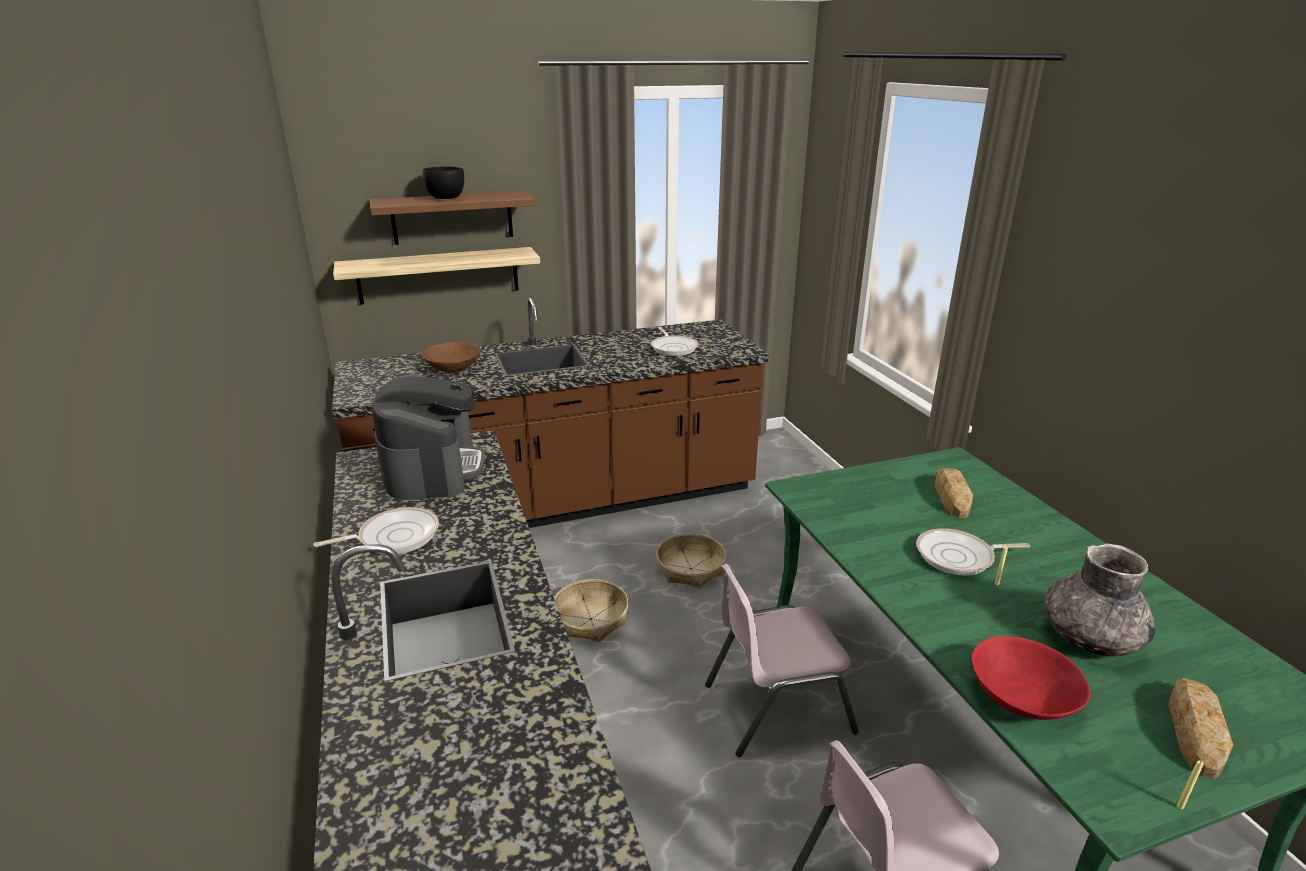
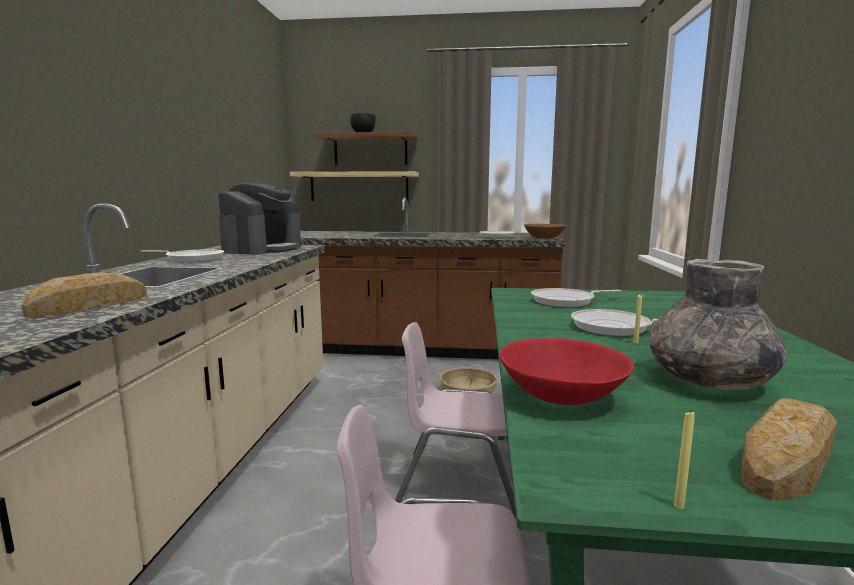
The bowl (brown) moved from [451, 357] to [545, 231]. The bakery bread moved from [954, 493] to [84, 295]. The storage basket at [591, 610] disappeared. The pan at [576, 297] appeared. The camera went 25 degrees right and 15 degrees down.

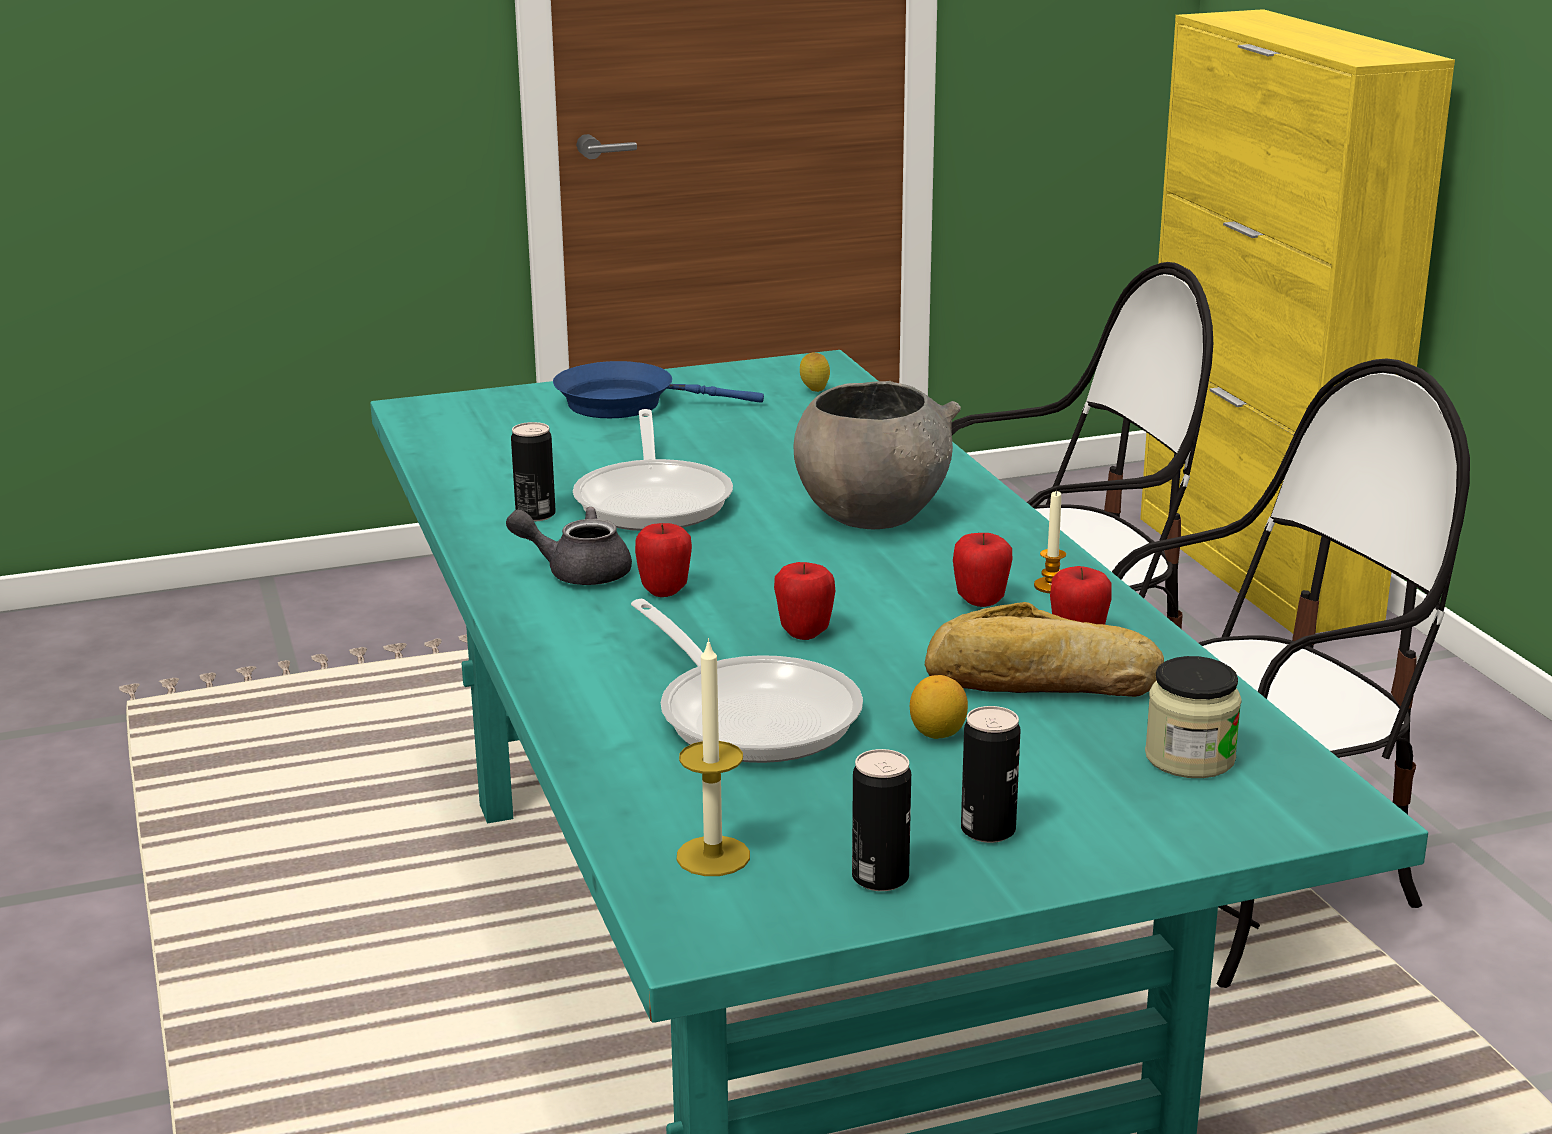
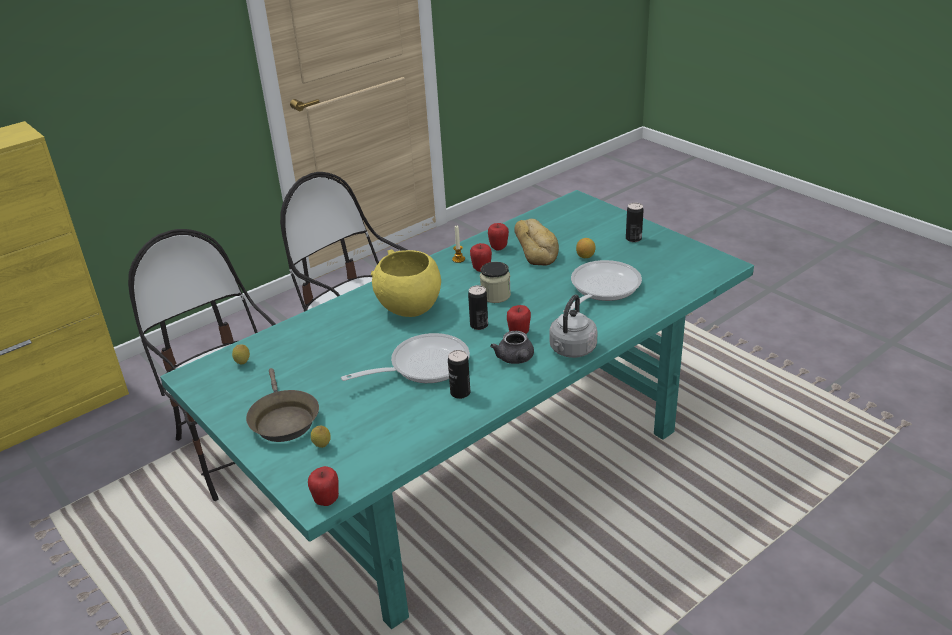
The pan (bluish) at [658, 389] became the pan (brown) at [282, 405]. The bowl (grey) at [877, 455] became the bowl (yellow) at [406, 283]. The whole apple moved from [805, 601] to [323, 486]. The wax candle at [713, 757] disappeared. The preserve jar moved from [1193, 717] to [495, 282]. The sealed can moved from [881, 820] to [478, 307]. The tea kettle (grey) at [573, 326] appeared. The whole lemon at [321, 436] appeared. The camera went 110 degrees left and 10 degrees up.

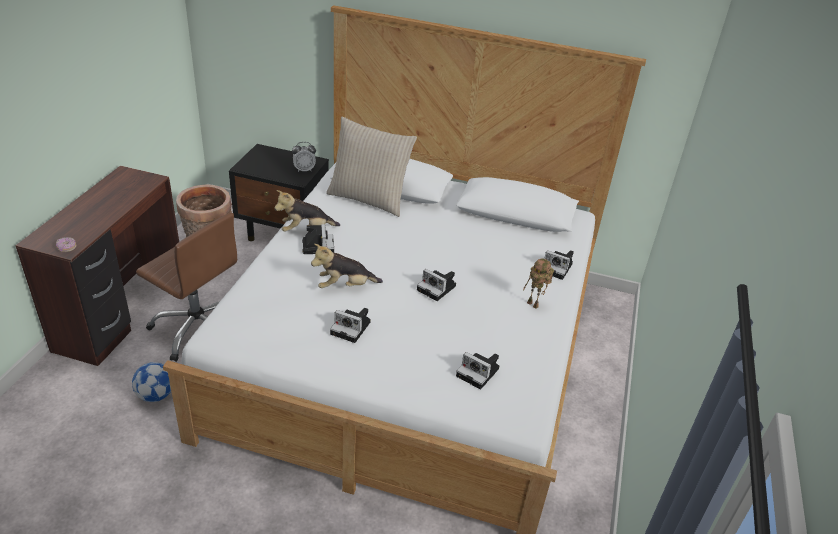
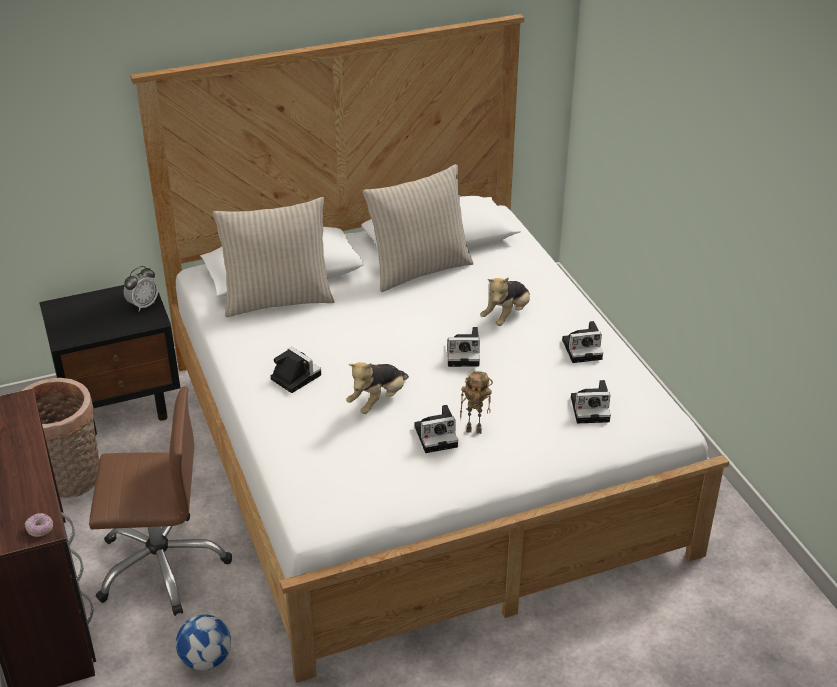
The plush toy moved from [307, 211] to [505, 301]. The still camera moved from [559, 265] to [582, 342]. The robot figure moved from [538, 284] to [476, 402]. The pillow (beige-coloured) at [418, 228] appeared. The camera went 35 degrees left and 0 degrees up.

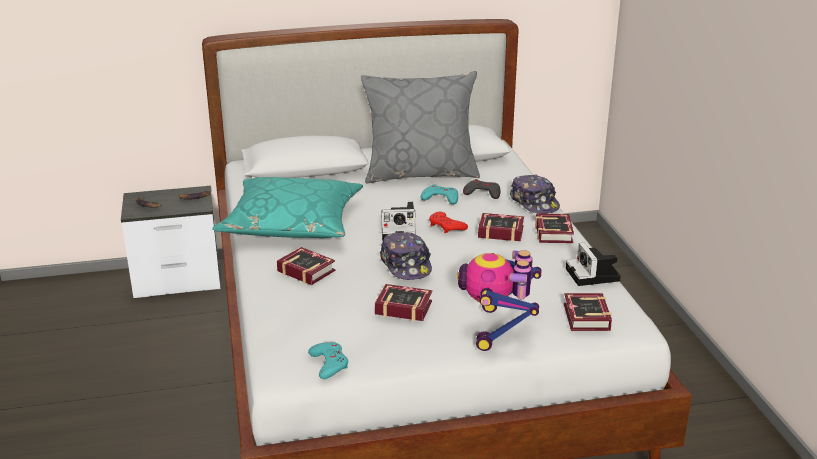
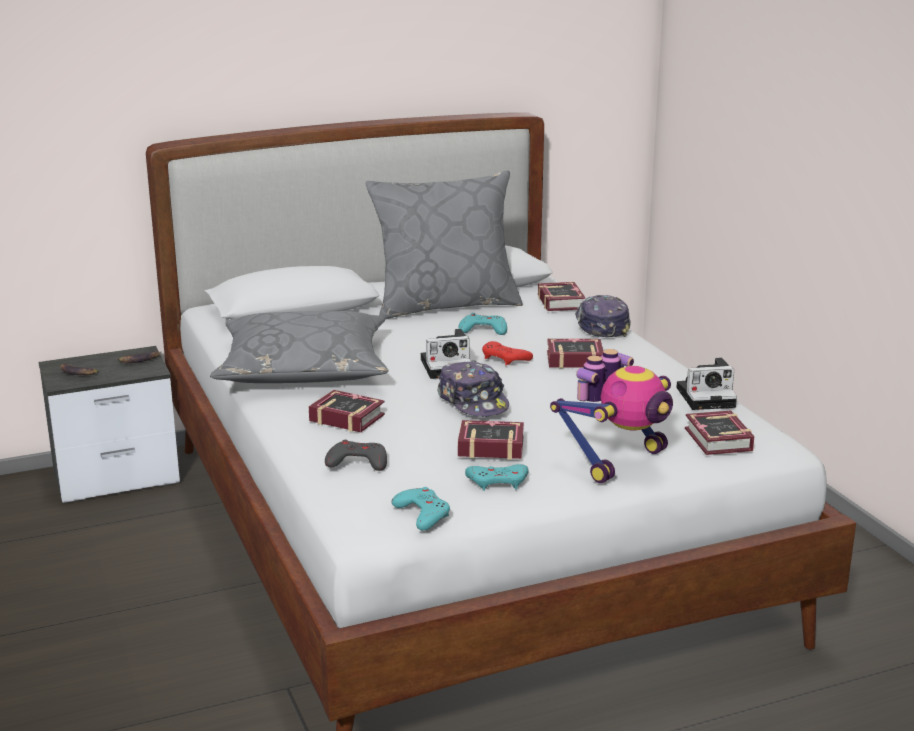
The peaked cap at [535, 194] turned 150 degrees counterclockwise. The pillow (turquoise-coloured) at [287, 207] became the pillow (grey) at [299, 347]. The game controller (grey) moved from [481, 189] to [356, 455]. The bound book moved from [554, 228] to [561, 296]. The still camera at [593, 264] turned 75 degrees counterclockwise. The robot figure at [499, 300] turned 135 degrees counterclockwise. The game controller (turquoise-coloured) at [496, 477] appeared. The camera went 10 degrees left and 5 degrees down.

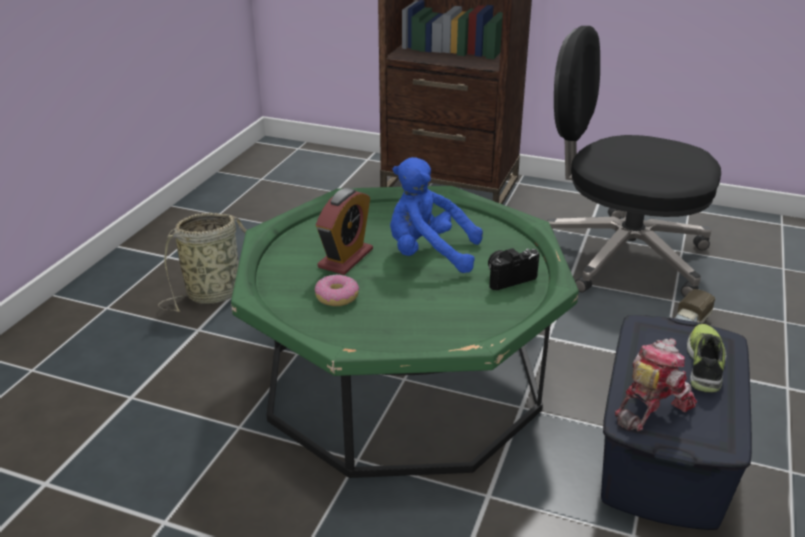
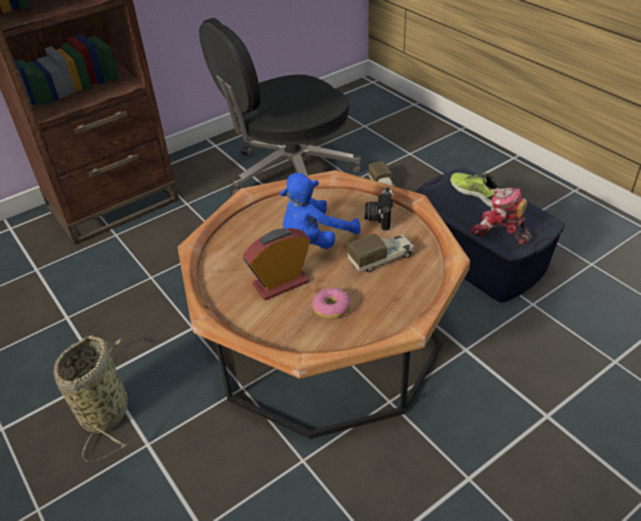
The lounge table (green-coloured) at [405, 332] became the lounge table (brown) at [324, 304]. The table clock at [344, 231] turned 90 degrees counterclockwise. The robot figure at [656, 384] turned 45 degrees counterclockwise. The toy lorry at [381, 253] appeared. The camera went 55 degrees left and 10 degrees up.

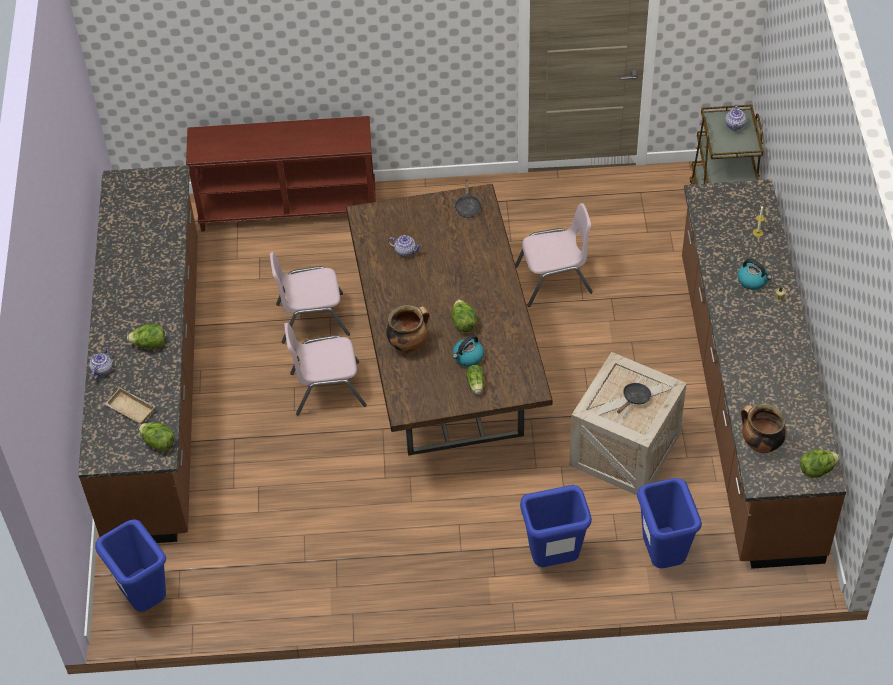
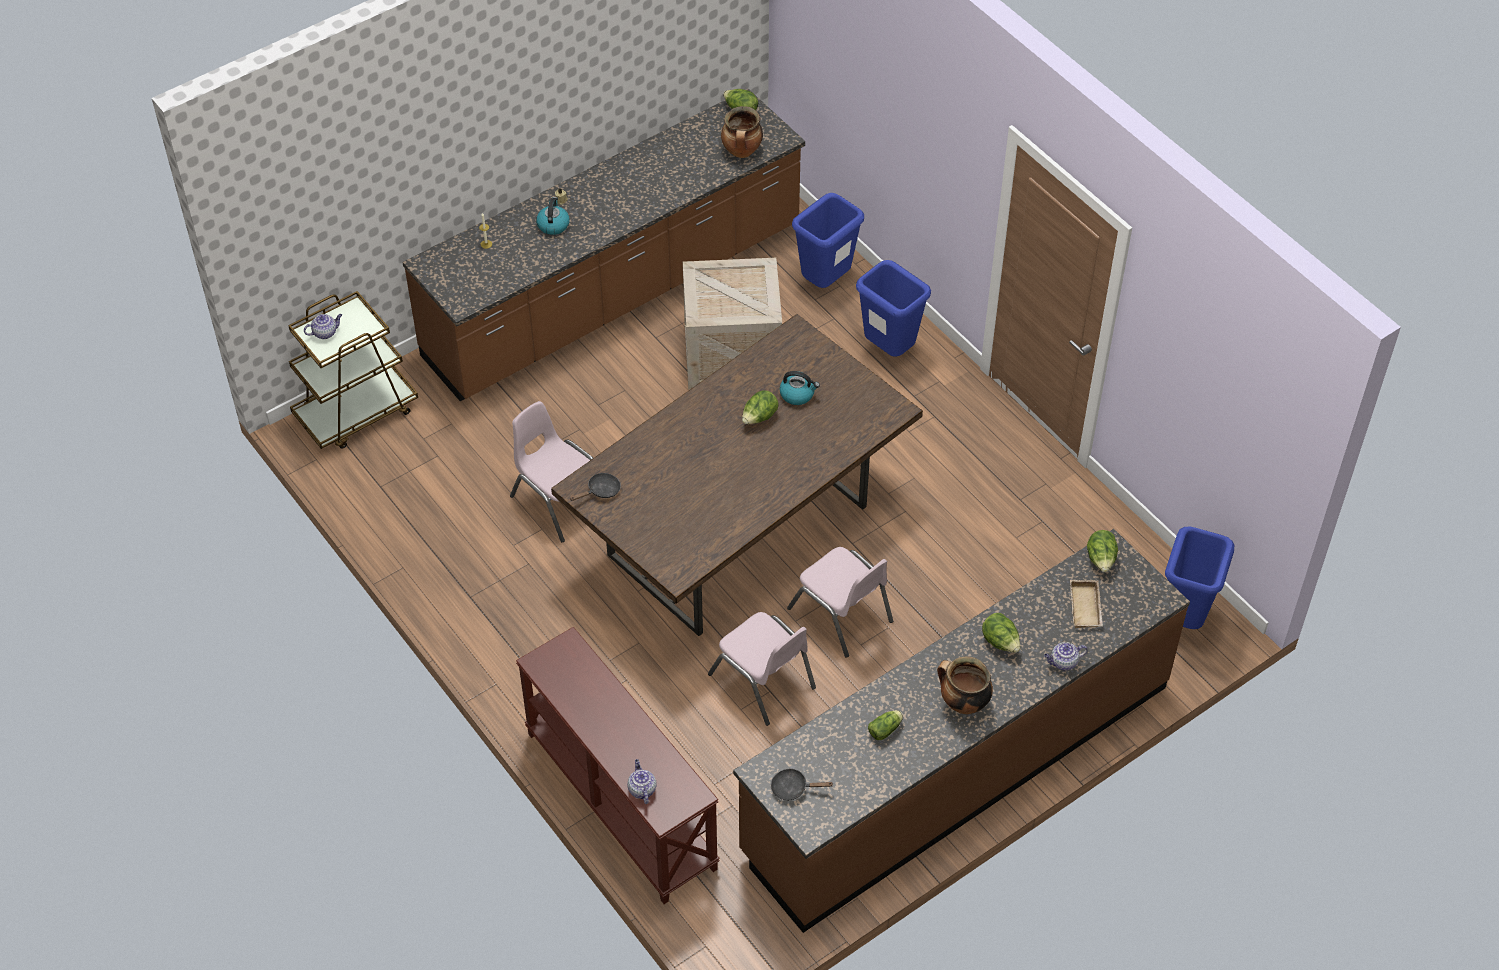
The teapot moved from [405, 246] to [642, 781]. The saucepot moved from [408, 329] to [965, 685]. The lettuce head moved from [475, 379] to [885, 725]. The pan (black-coloured) moved from [634, 398] to [802, 784]. The camera went 125 degrees left and 0 degrees up.

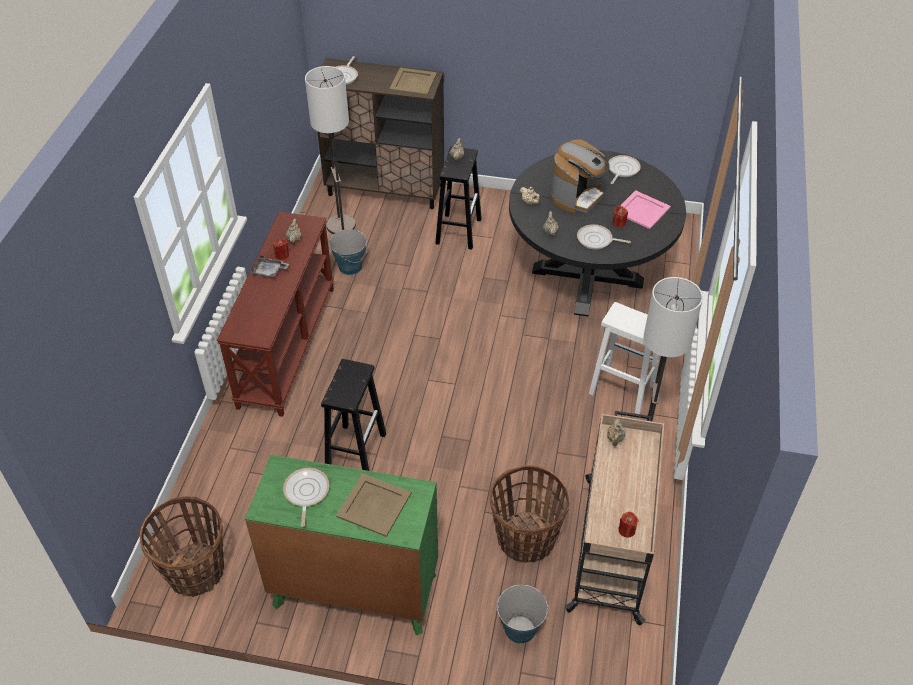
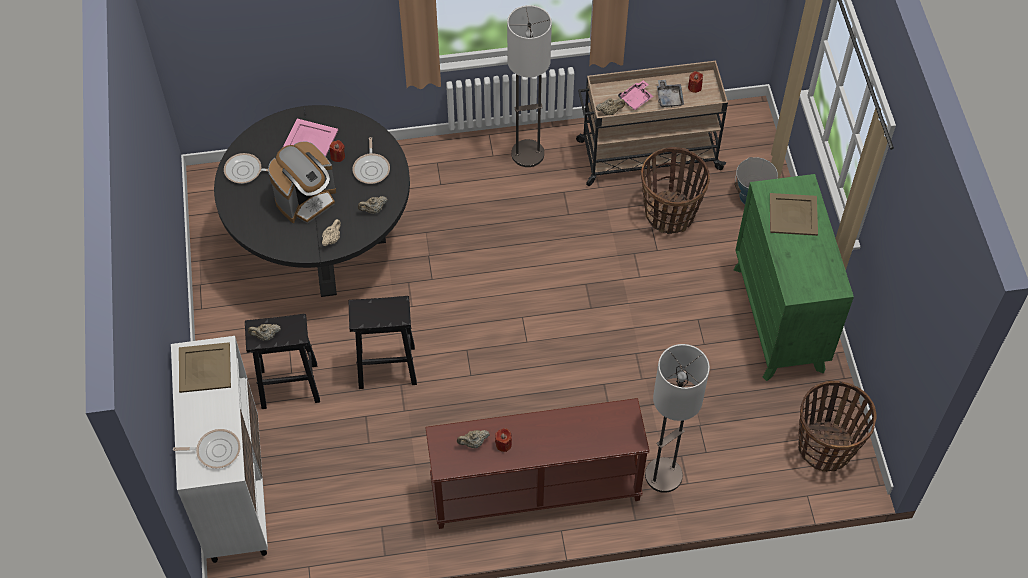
The cabinet (brown) at [380, 133] became the cabinet (whitish) at [219, 449]. The floor lamp moved from [330, 150] to [677, 418]. The coffee maker at [580, 177] turned 120 degrees clockwise. The pail at [348, 252] disappeared. The tray (grey) moved from [269, 266] to [670, 94]. The stool (whitish) at [624, 358] disappeared. The stool (black-coloured) moved from [353, 415] to [383, 342]. The pan at [306, 497] disappeared. The tray (pink) at [636, 95] appeared. The camera went 110 degrees left and 10 degrees up.

